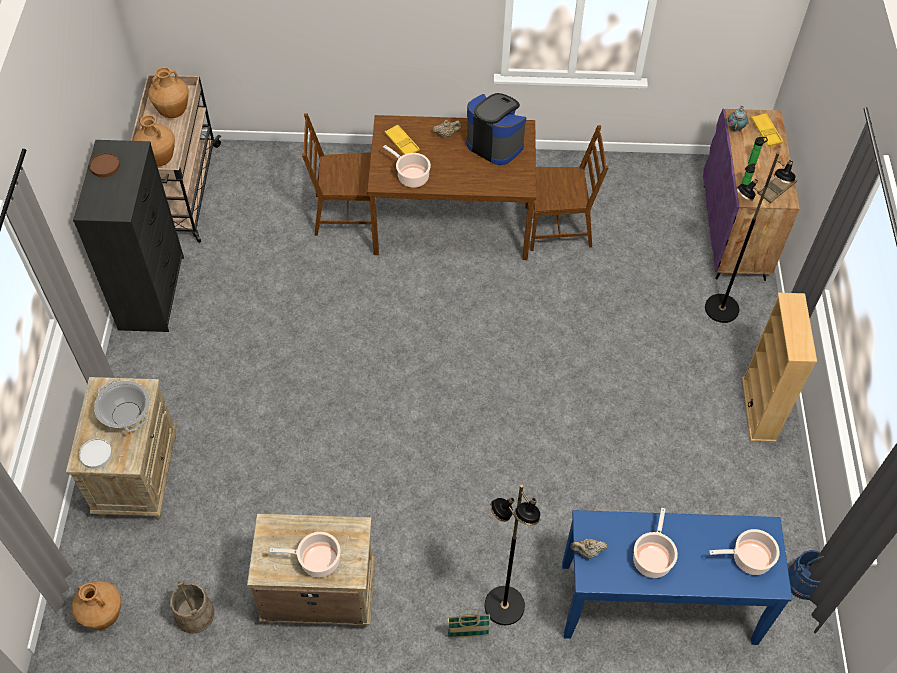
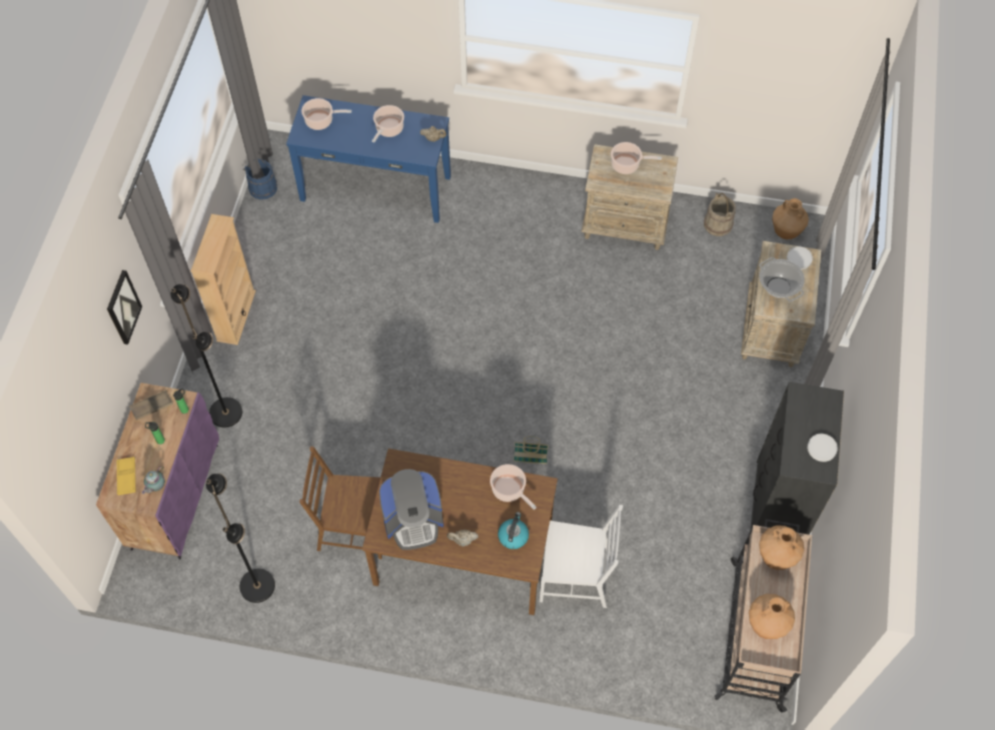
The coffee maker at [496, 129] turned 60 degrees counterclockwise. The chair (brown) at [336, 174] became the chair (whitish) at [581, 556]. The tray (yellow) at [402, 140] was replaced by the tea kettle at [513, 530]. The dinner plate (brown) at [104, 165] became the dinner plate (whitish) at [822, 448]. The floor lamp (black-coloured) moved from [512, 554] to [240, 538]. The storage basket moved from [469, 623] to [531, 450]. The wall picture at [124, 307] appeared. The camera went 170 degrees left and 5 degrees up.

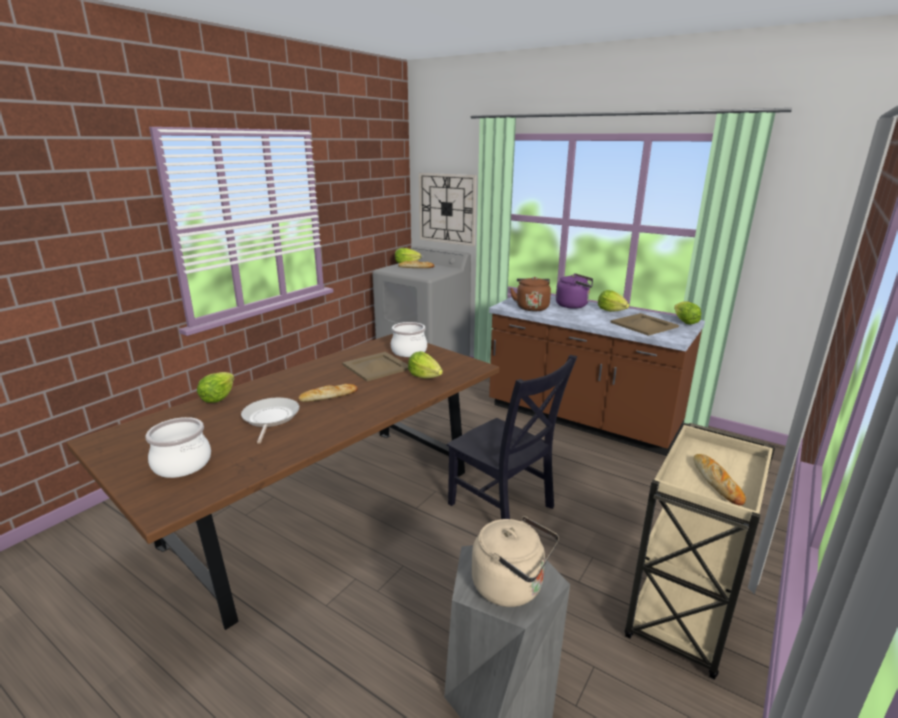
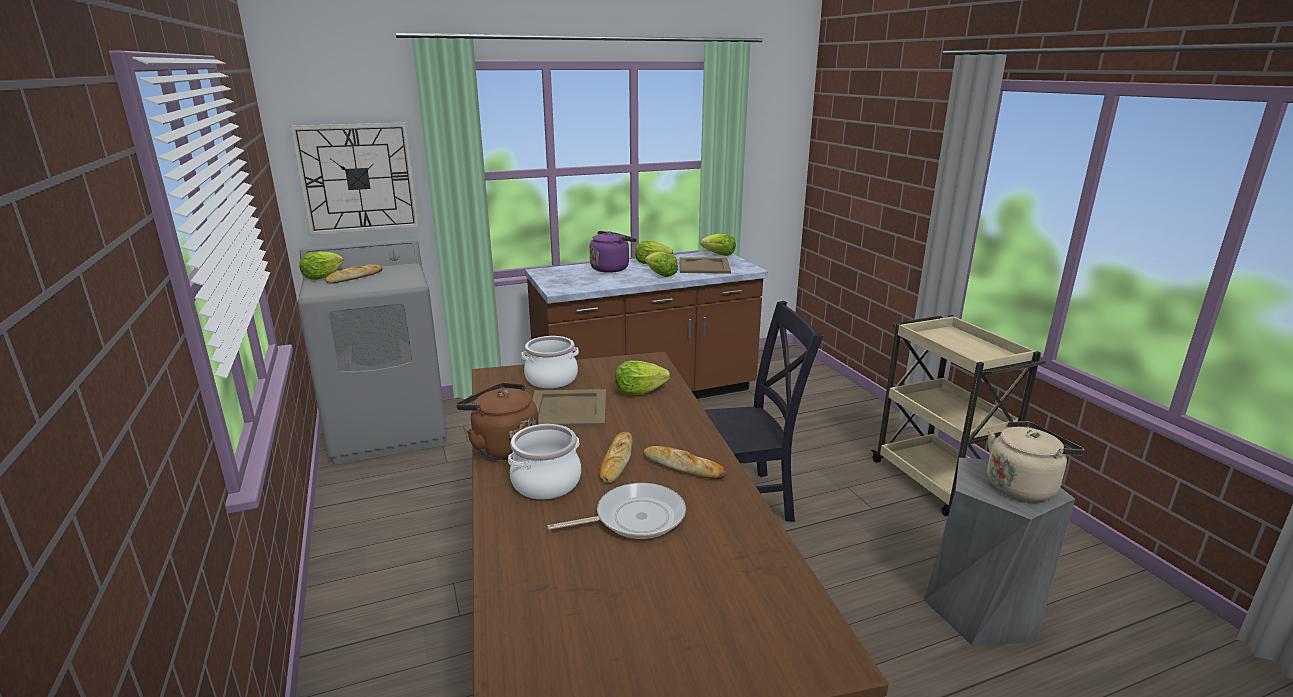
The tea kettle (brown) moved from [530, 294] to [497, 421]. The lettuce head moved from [215, 387] to [661, 264]. The pan at [270, 420] turned 135 degrees clockwise. The saucepot moved from [178, 447] to [544, 461]. The bakery bread moved from [719, 480] to [685, 462]. The camera went 55 degrees left and 0 degrees up.

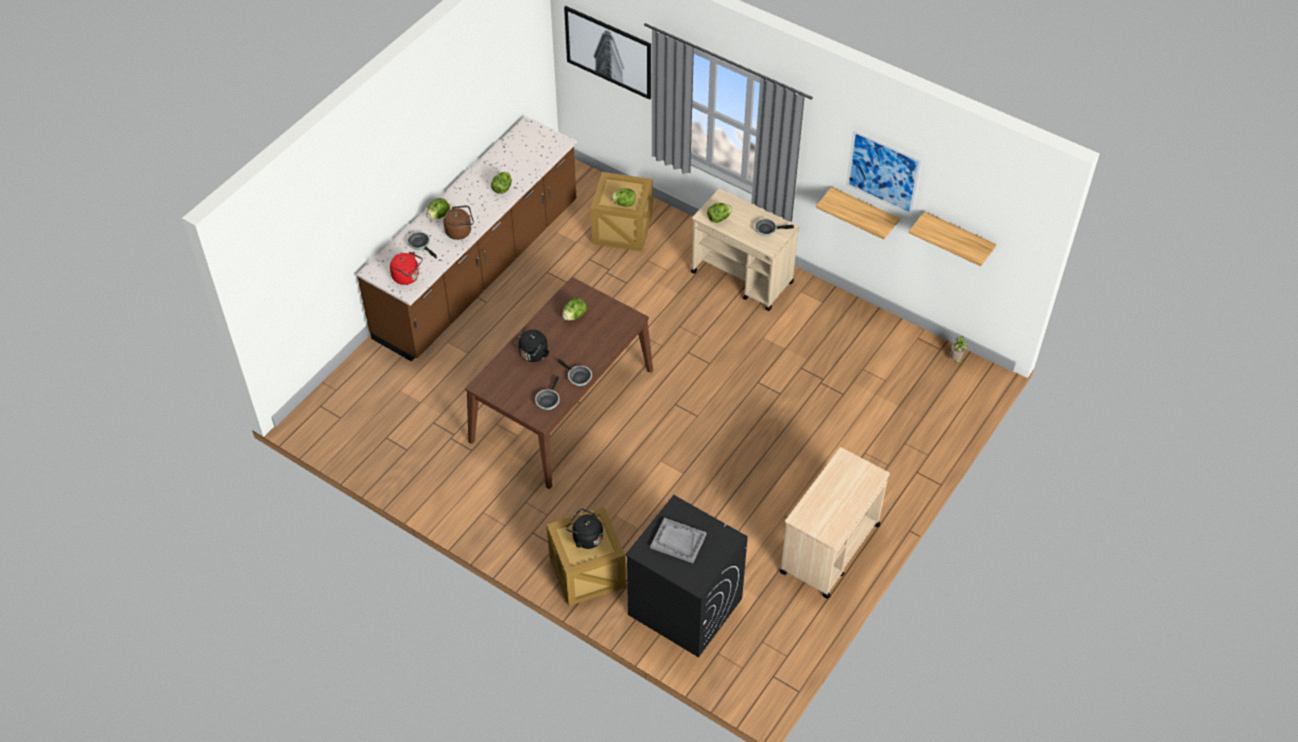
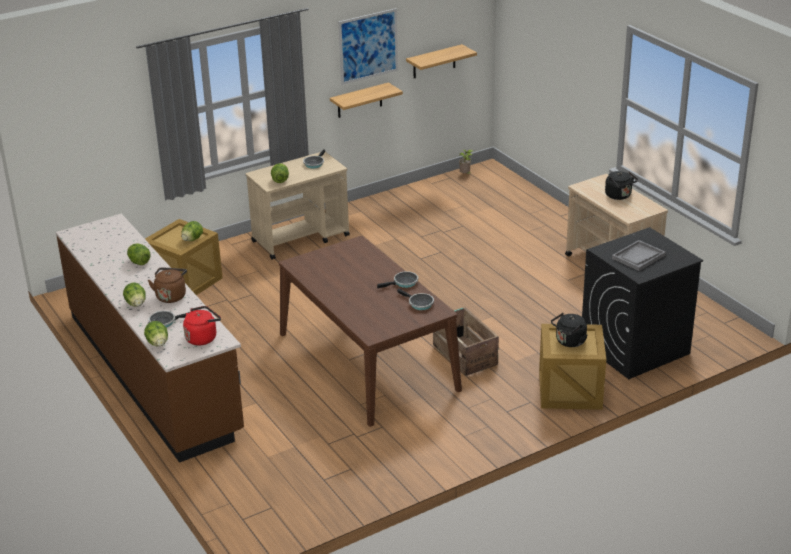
The wall picture at [607, 53] disappeared. The lettuce head moved from [574, 309] to [156, 333]. The tea kettle (black-coloured) moved from [531, 345] to [621, 185]. The crate at [466, 341] appeared. The camera went 65 degrees left and 20 degrees down.

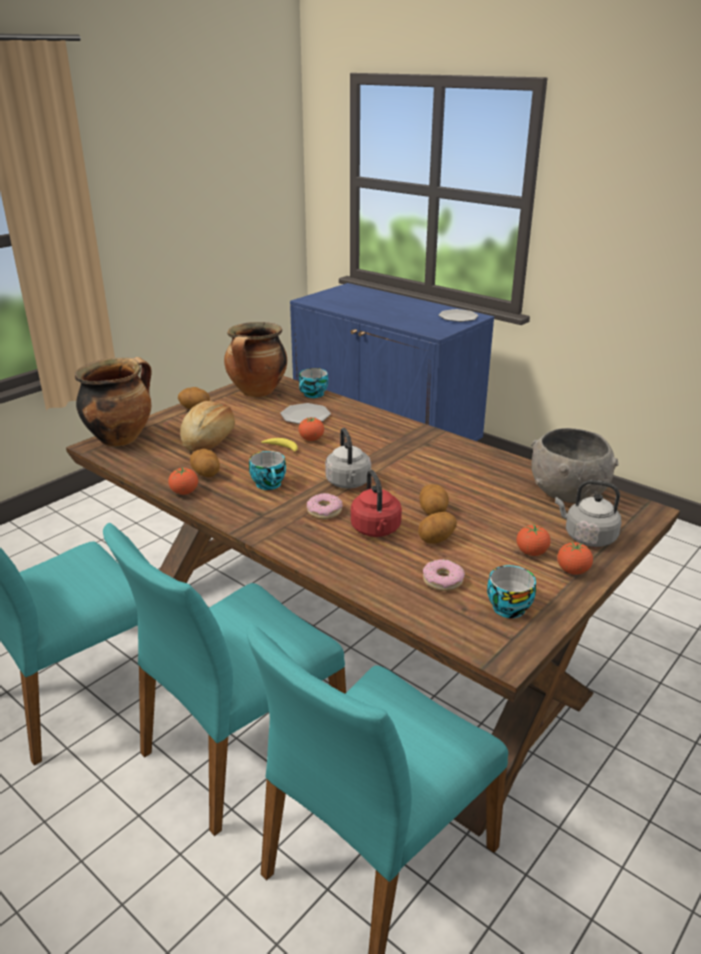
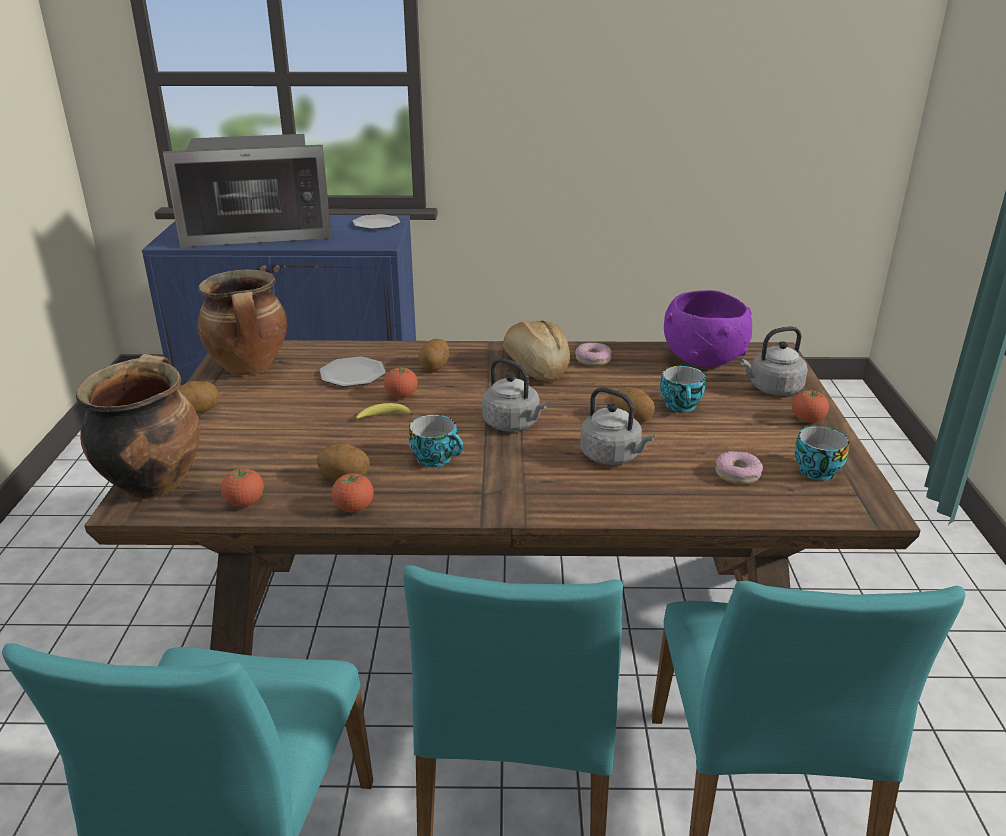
The small cup moved from [313, 383] to [682, 389]. The bakery bread moved from [207, 426] to [536, 350]. The bowl (grey) at [575, 465] became the bowl (purple) at [708, 328]. The tea kettle (reddish) at [376, 503] became the tea kettle (grey) at [617, 426]. The ring doughnut moved from [324, 506] to [593, 354]. The potato moved from [437, 528] to [433, 355]. The fresh tomato moved from [534, 540] to [242, 487]. The microwave at [247, 191] appeared. The camera went 40 degrees left and 0 degrees up.

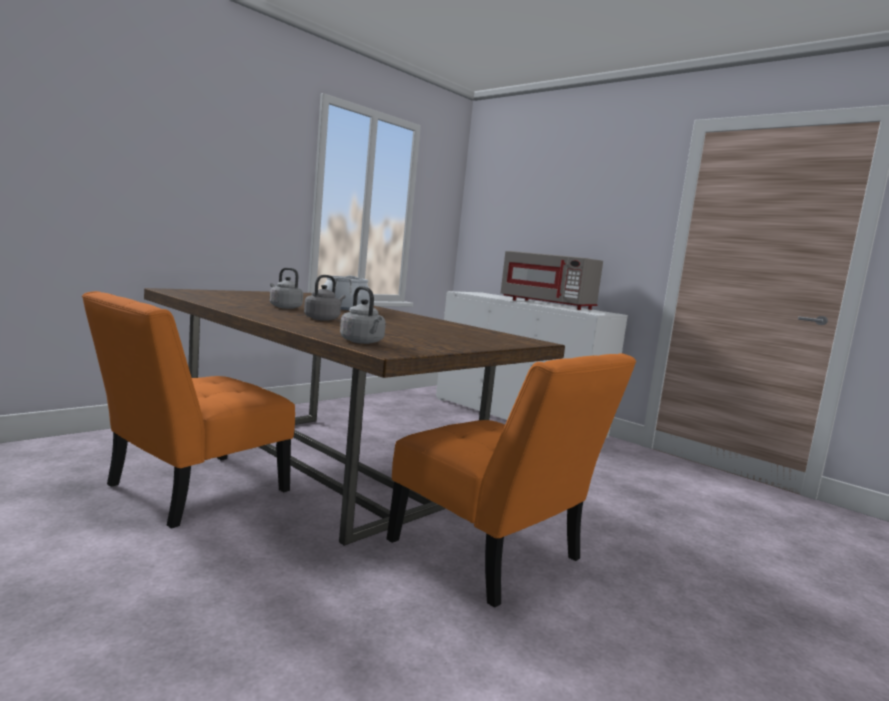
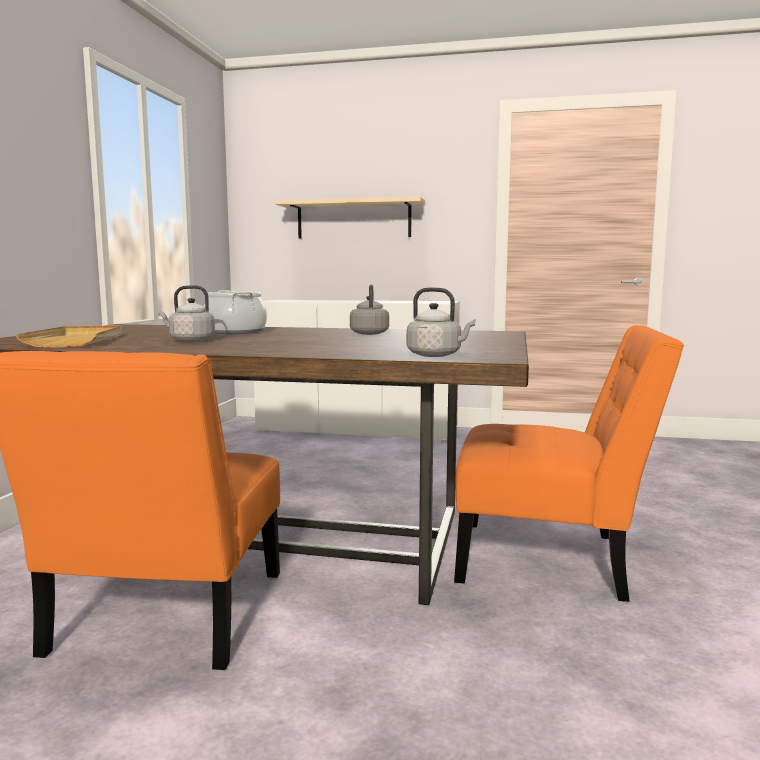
The microwave (grey) at [551, 280] disappeared. The tea kettle (grey) moved from [325, 298] to [369, 309]. The wall shelf (beige-coloured) at [350, 217] appeared. The tray (beige-coloured) at [69, 336] appeared. The camera went 30 degrees left and 0 degrees up.

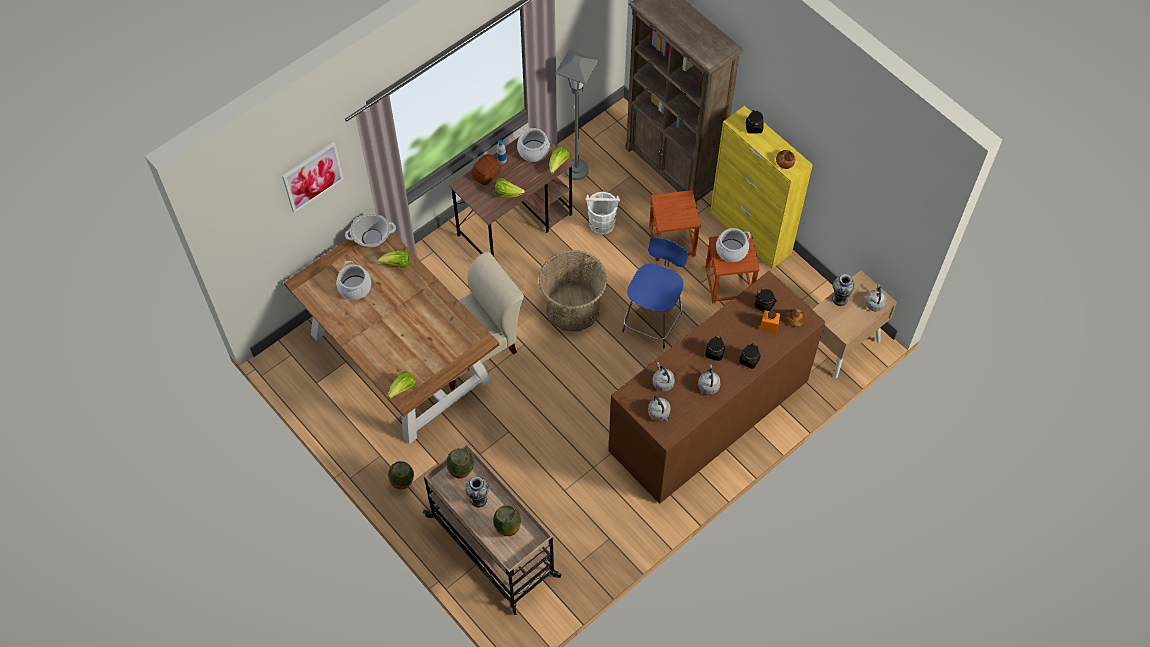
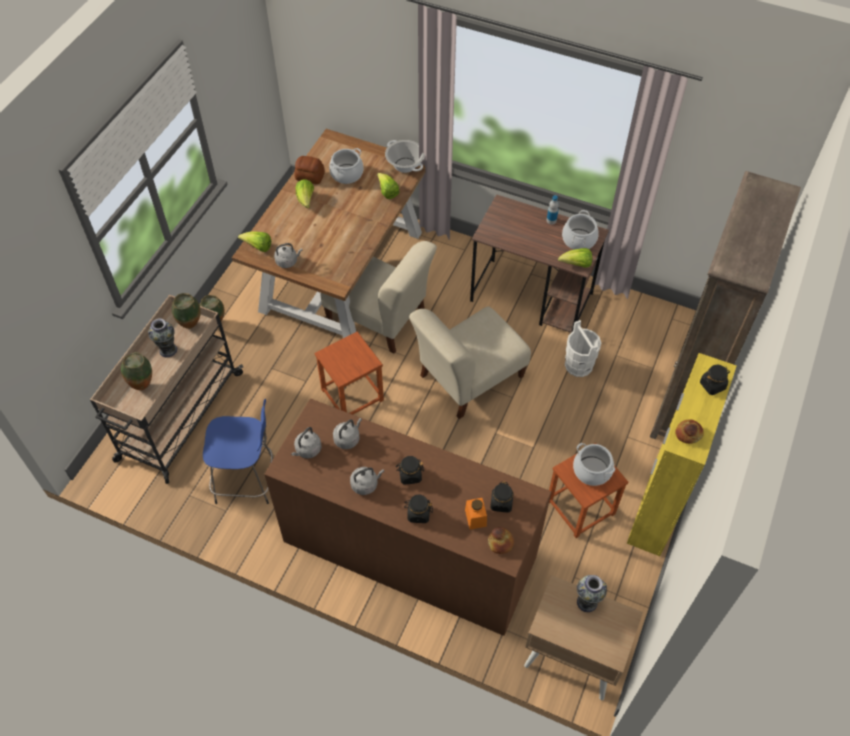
The floor lamp (grey) at [577, 115] disappeared. The wall picture at [313, 177] disappeared. The bakery bread moved from [486, 169] to [309, 170]. The lettuce head moved from [510, 188] to [305, 194]. The stool (brown) moved from [674, 225] to [349, 373]. The stool (bluish) moved from [655, 293] to [238, 451]. The storage basket at [573, 291] was replaced by the chair (beige-coloured) at [470, 362]. The tea kettle (grey) moved from [876, 297] to [288, 255]. The camera went 65 degrees right and 5 degrees down.

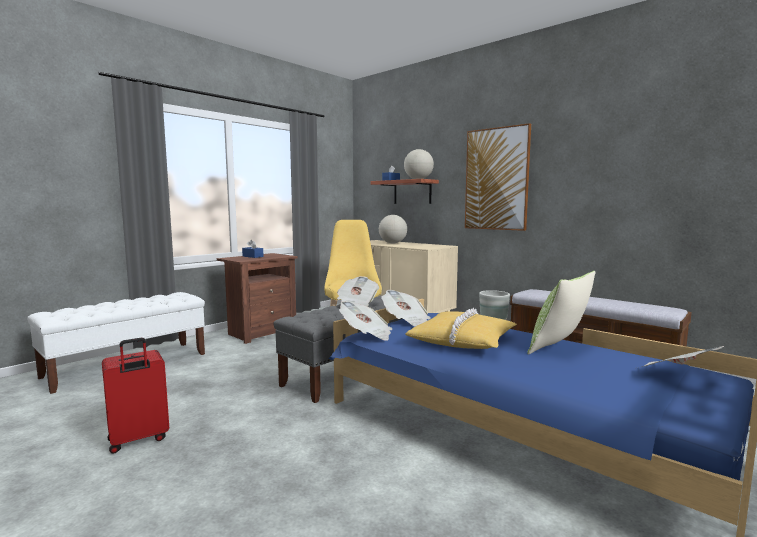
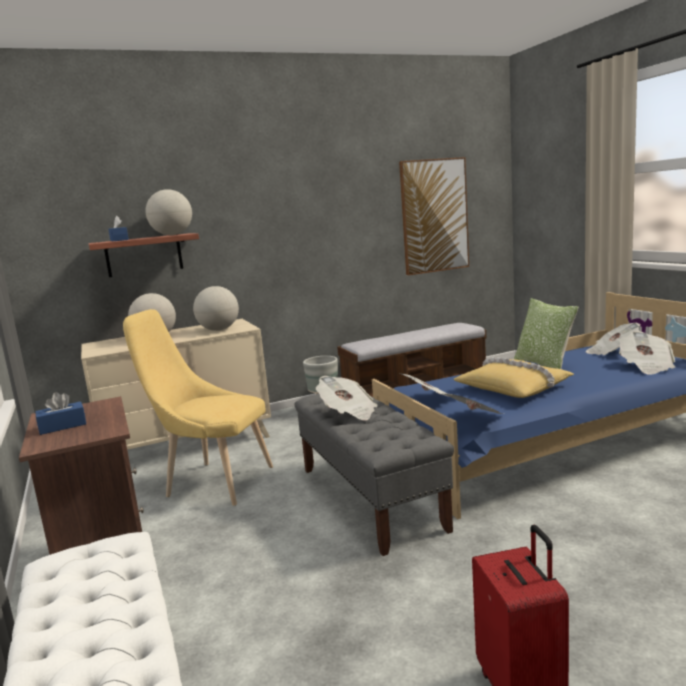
The wall picture moved from [498, 177] to [434, 216]. The world globe at [216, 308] appeared. The daily paper at [647, 353] appeared. The camera went 65 degrees left and 5 degrees up.

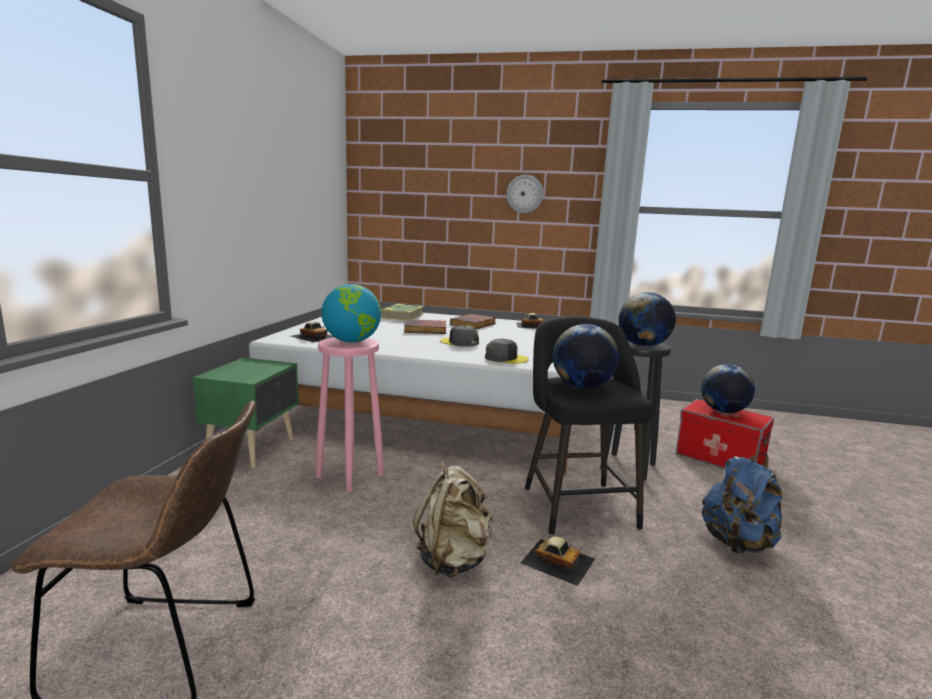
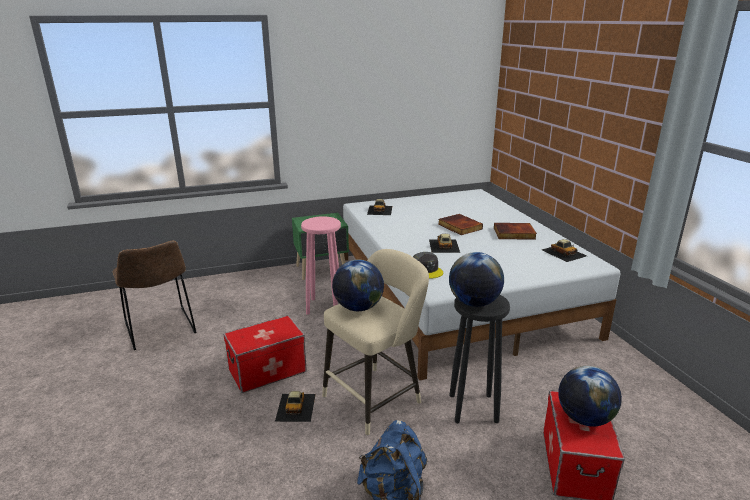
The wall clock at [524, 194] disappeared. The world globe at [351, 313] disappeared. The bound book at [402, 312] disappeared. The stool (black-coloured) at [588, 425] became the stool (beige-coloured) at [375, 342]. The peaked cap (grey) at [459, 336] was replaced by the toy car at [444, 243]. The backpack (beige-coloured) at [453, 519] was replaced by the storage bin at [265, 354]. The camera went 60 degrees right and 10 degrees up.

